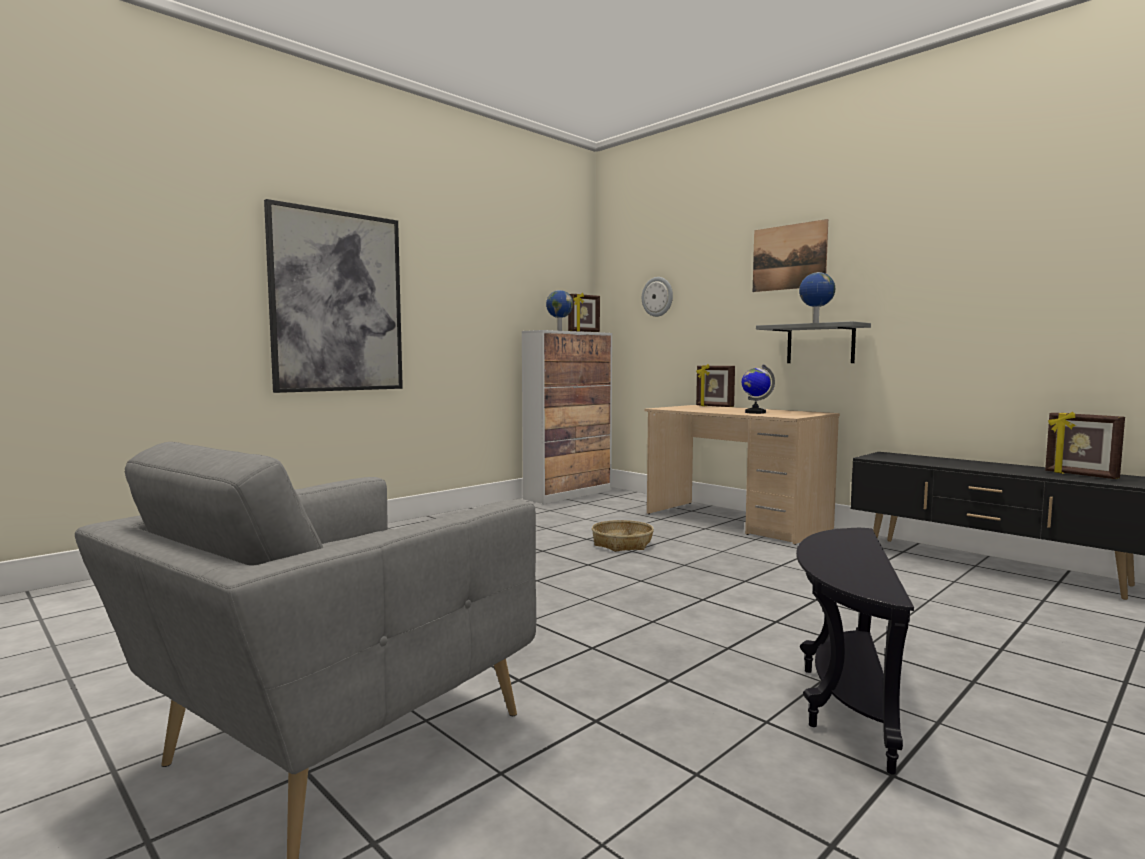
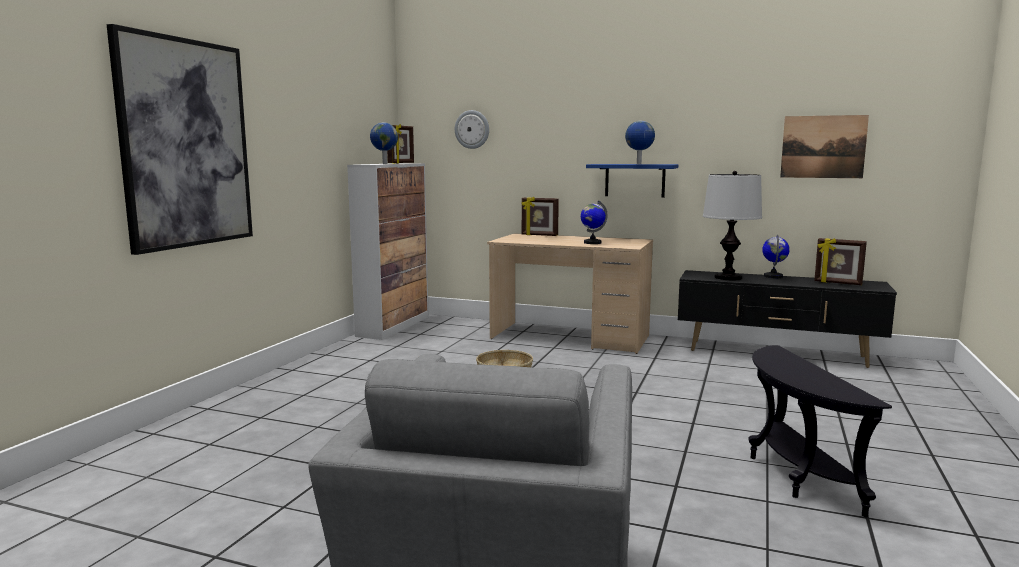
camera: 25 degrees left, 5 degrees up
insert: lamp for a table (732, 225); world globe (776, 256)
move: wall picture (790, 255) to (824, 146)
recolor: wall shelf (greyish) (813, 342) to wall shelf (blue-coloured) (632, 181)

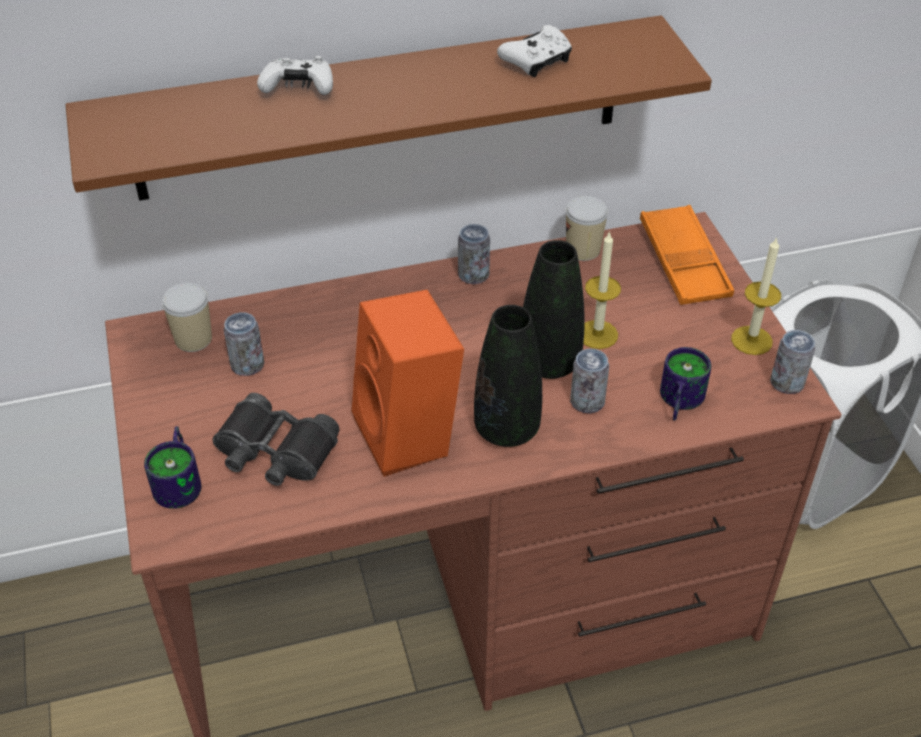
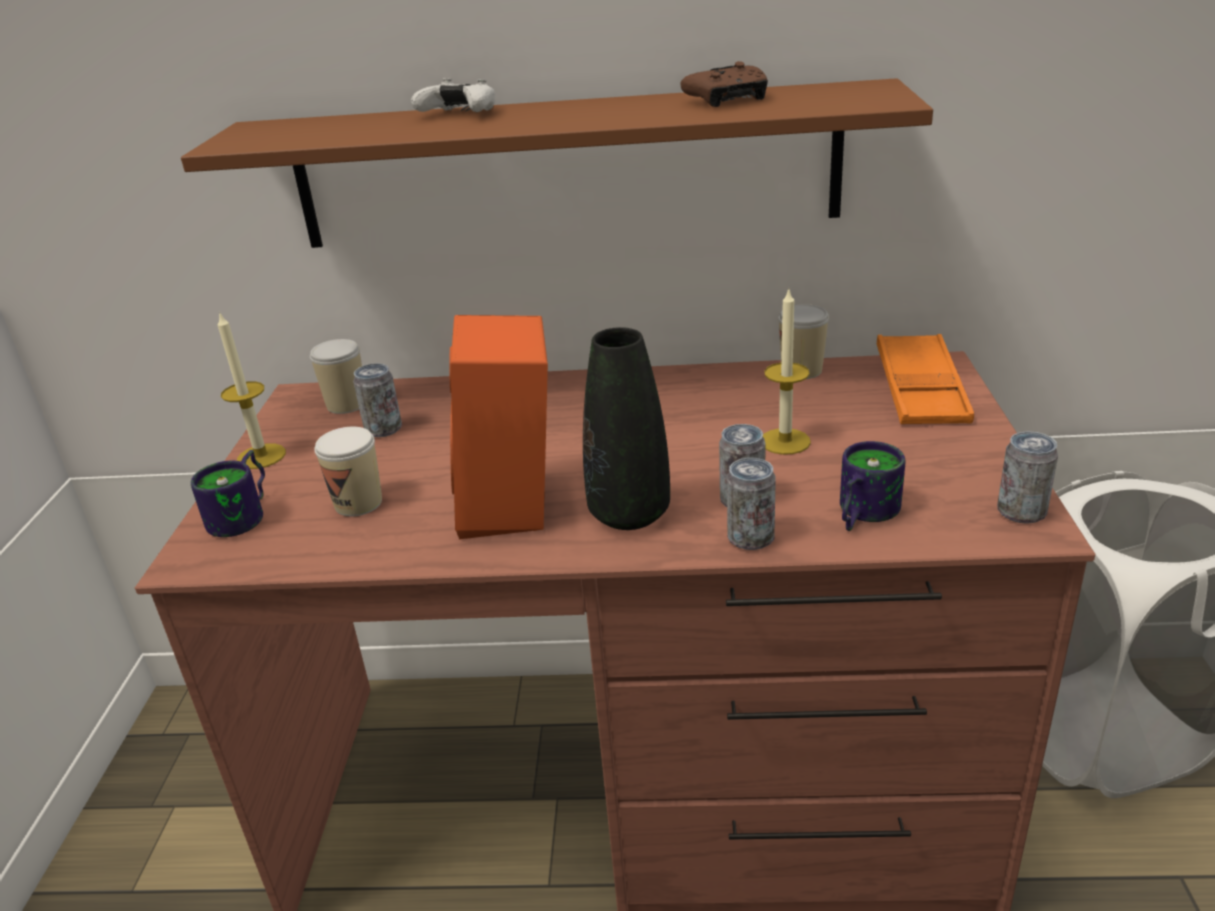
camera: 20 degrees right, 15 degrees down
delete: decorative vase (blackish) (554, 309)
move: metal can (474, 254) to (751, 504); candle (756, 296) to (251, 390)
replace: pair of binoculars (blackish) (276, 439) to cup (348, 471)
recolor: joypad (white) (534, 51) to joypad (brown-coloured) (724, 84)

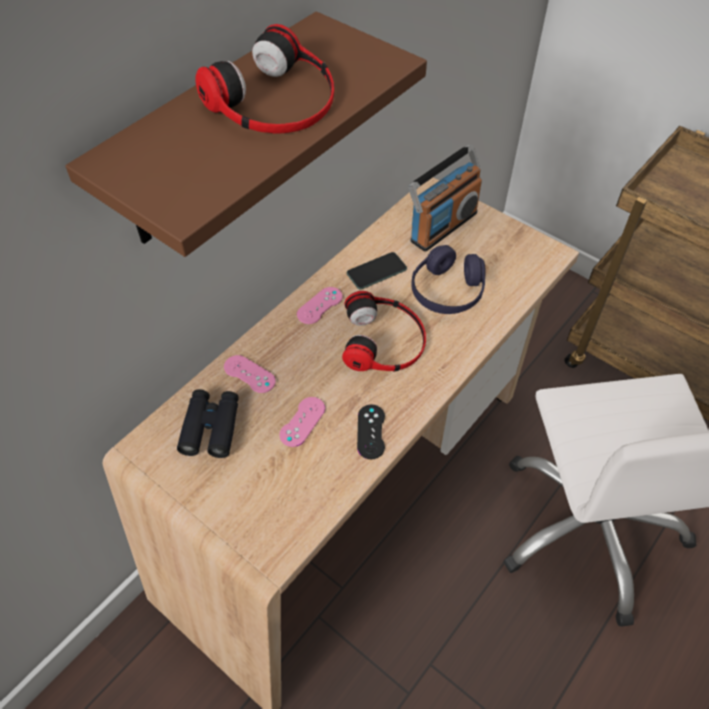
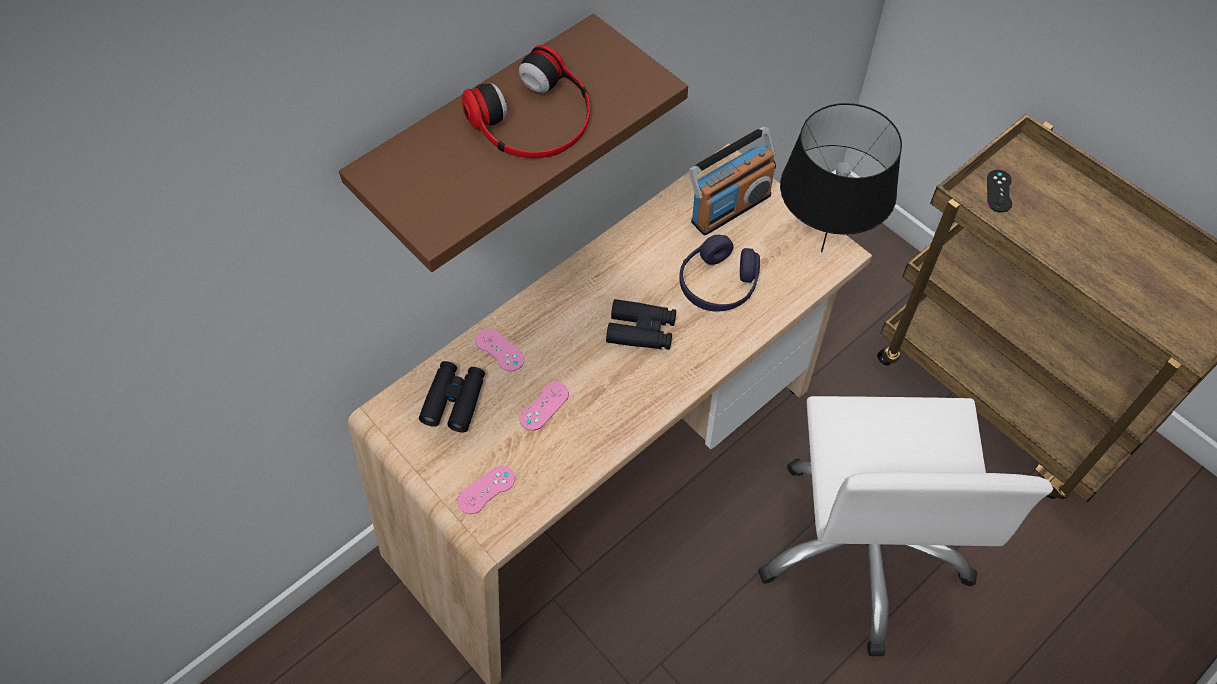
camera: 10 degrees right, 5 degrees up
delete: telephone (377, 271)
insert: lamp for a table (blackish) (841, 177)
move: joypad (pink-coloured) (319, 305) to (486, 490); joypad (blackish) (371, 431) to (999, 191)
replace: pair of headphones (384, 331) to pair of binoculars (blackish) (641, 324)

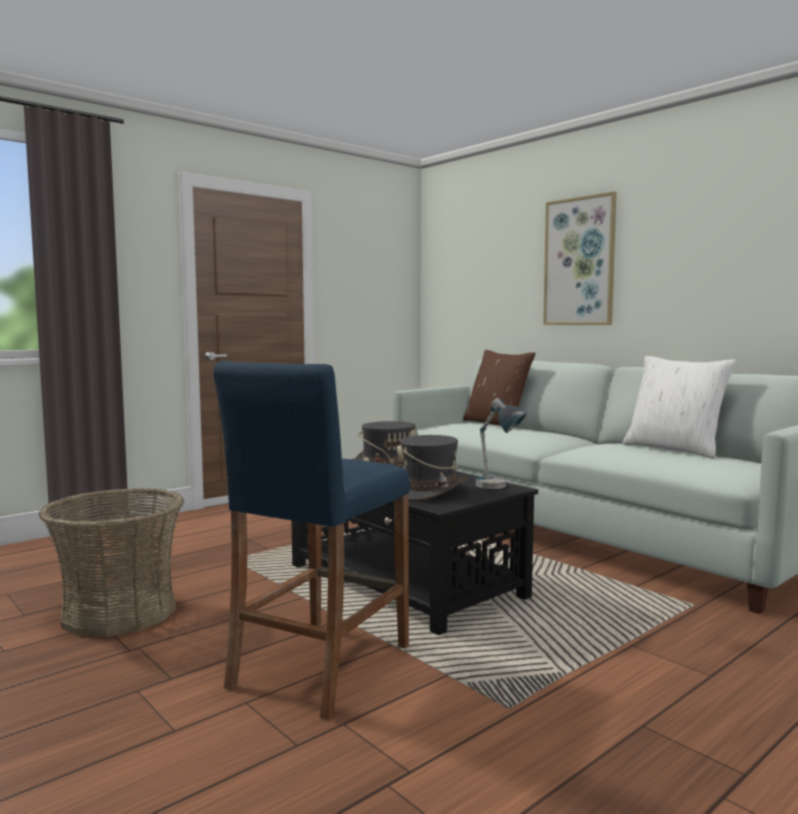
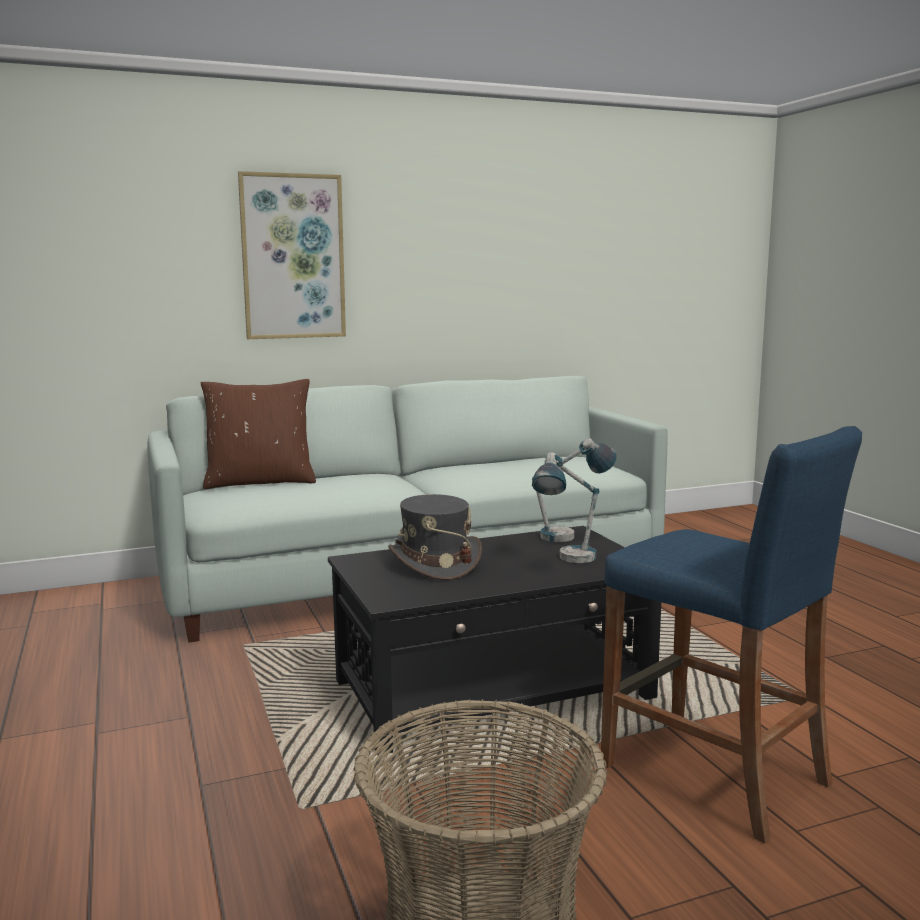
camera: 70 degrees left, 5 degrees up
delete: pillow (white) (680, 407)
replace: clothing hat (greyish) (433, 468) to lamp for a table (566, 507)

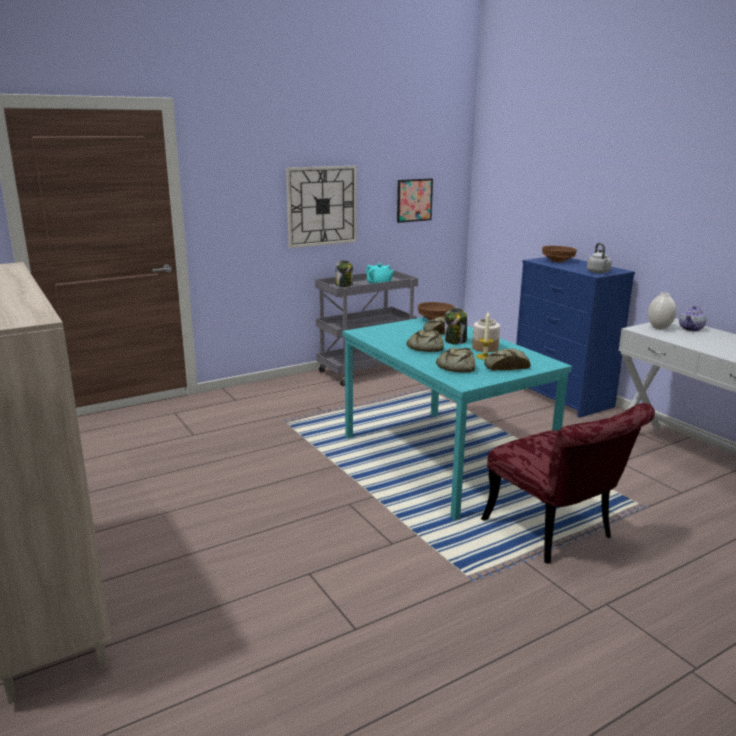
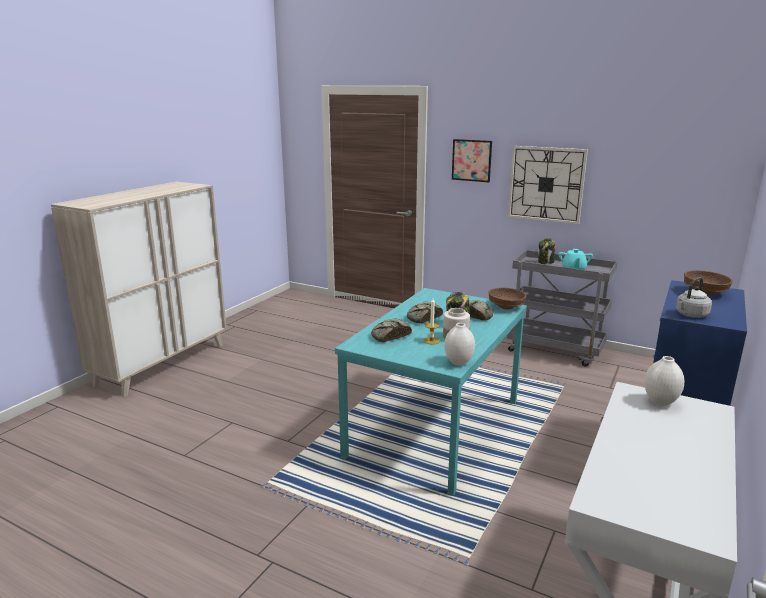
camera: 60 degrees right, 0 degrees up
delete: plain chair (red-coloured) (568, 483); baked bread (507, 359); tea pot (692, 318)
insert: decorative vase (white) (459, 344)
move: wall picture (415, 201) to (472, 160)

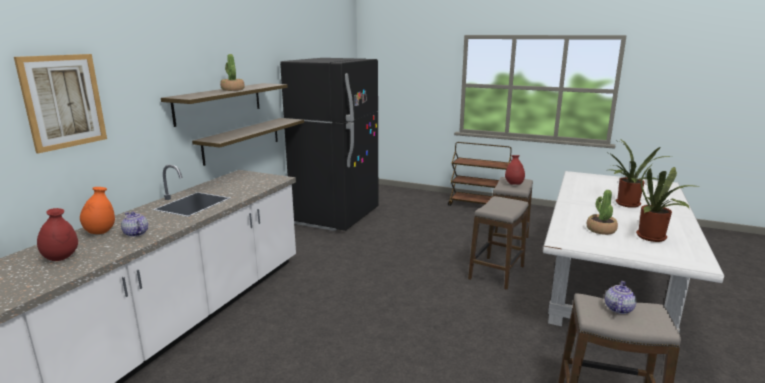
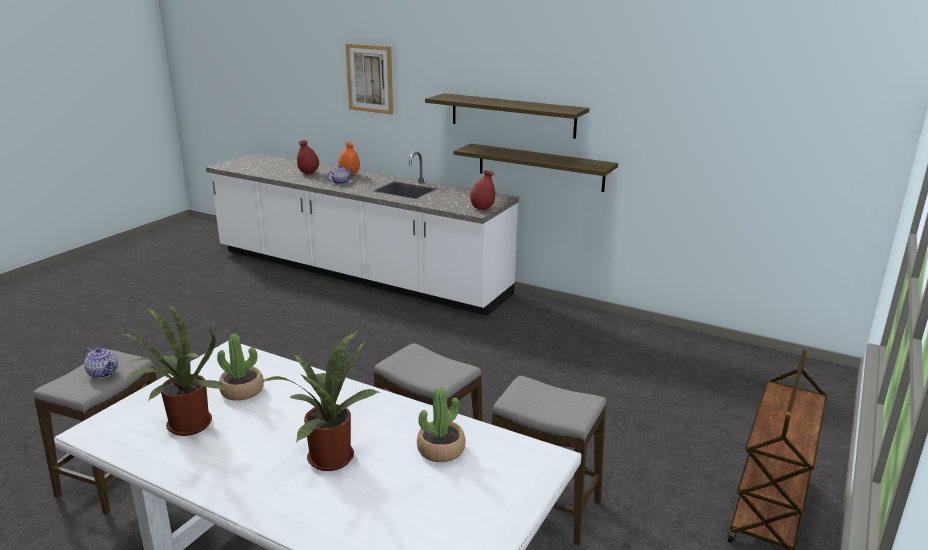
camera: 95 degrees right, 5 degrees up
delete: fridge (blackish) (329, 144)
move: potted plant (232, 72) to (441, 424); decorative vase (red-coloured) (515, 170) to (482, 190)

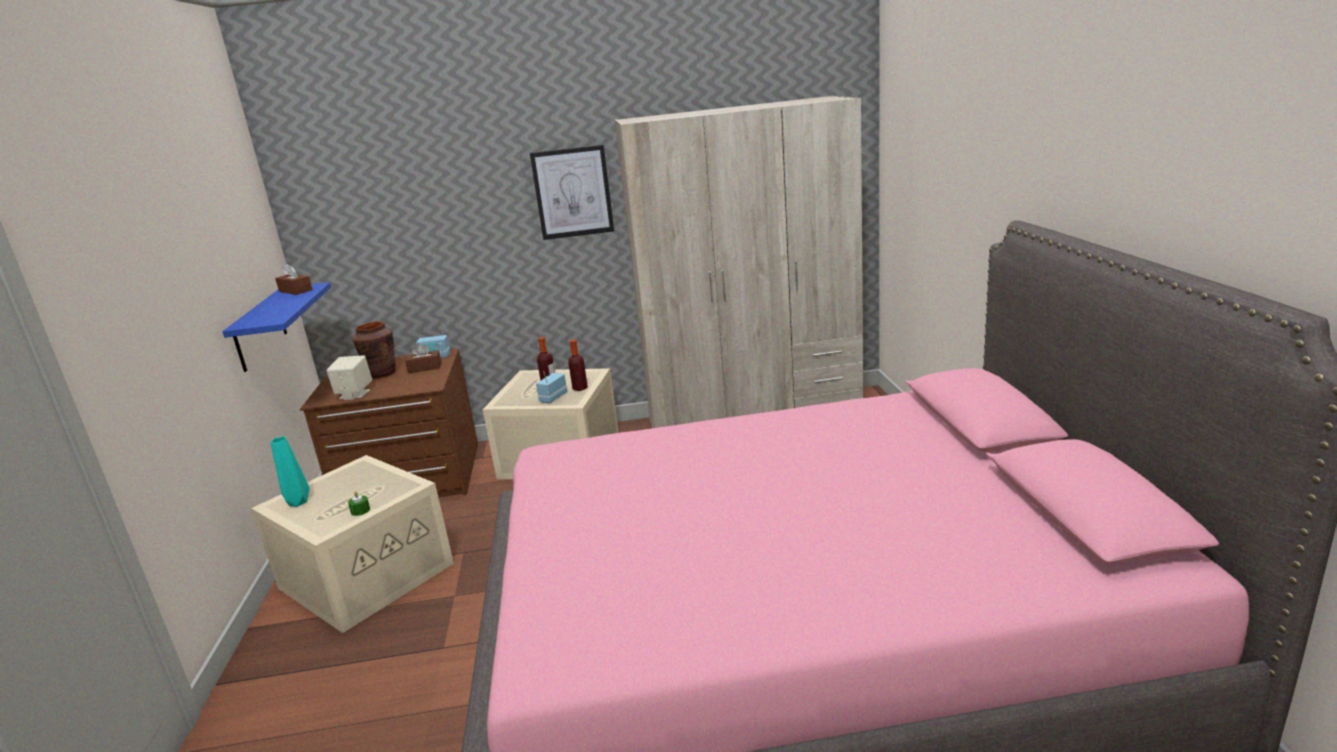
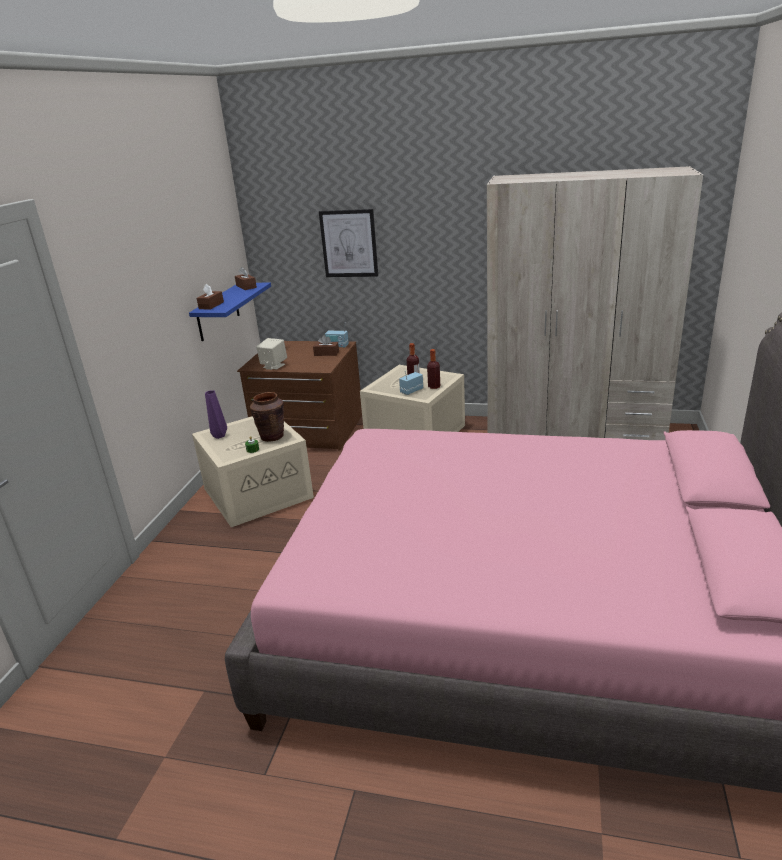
camera: 20 degrees right, 5 degrees up
insert: tissue holder (brown-coloured) (210, 297)
move: decorative vase (brown-coloured) (374, 349) to (267, 417); wall picture (572, 192) to (348, 243)
recolor: decorative vase (turquoise-coloured) (290, 471) to decorative vase (purple-coloured) (216, 414)

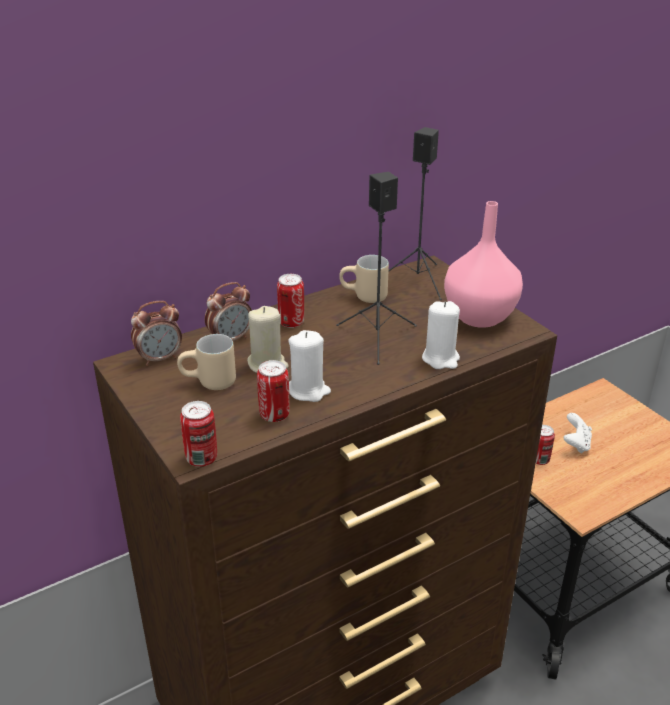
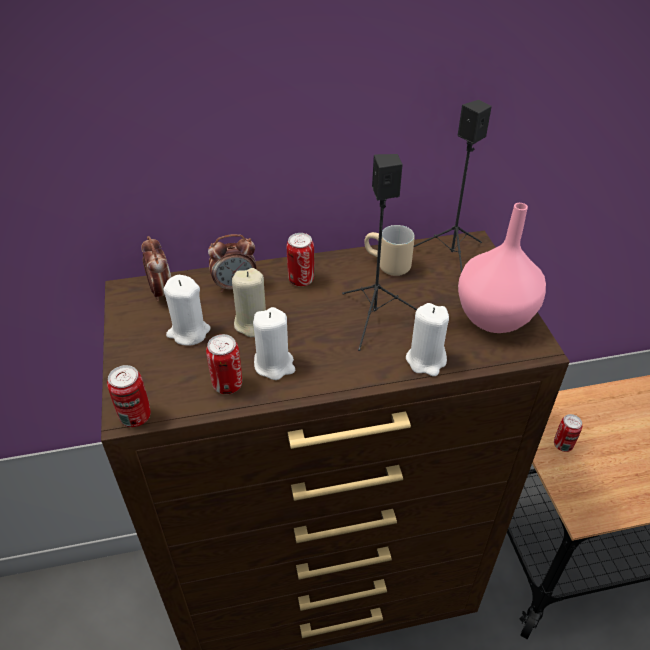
camera: 20 degrees right, 10 degrees up
delete: joypad (white) (578, 433)
replace: tea mug (beige-coloured) (206, 362) to candle (white) (187, 310)
rotate: table clock (156, 333) = (156, 268) 105 degrees counterclockwise

